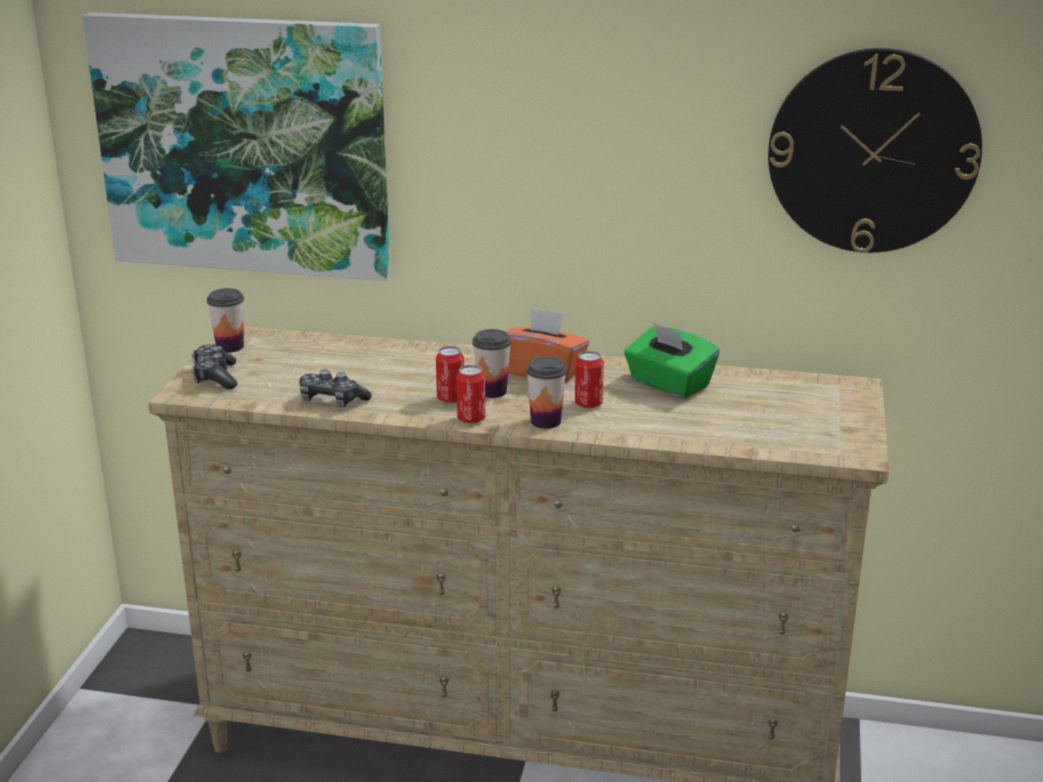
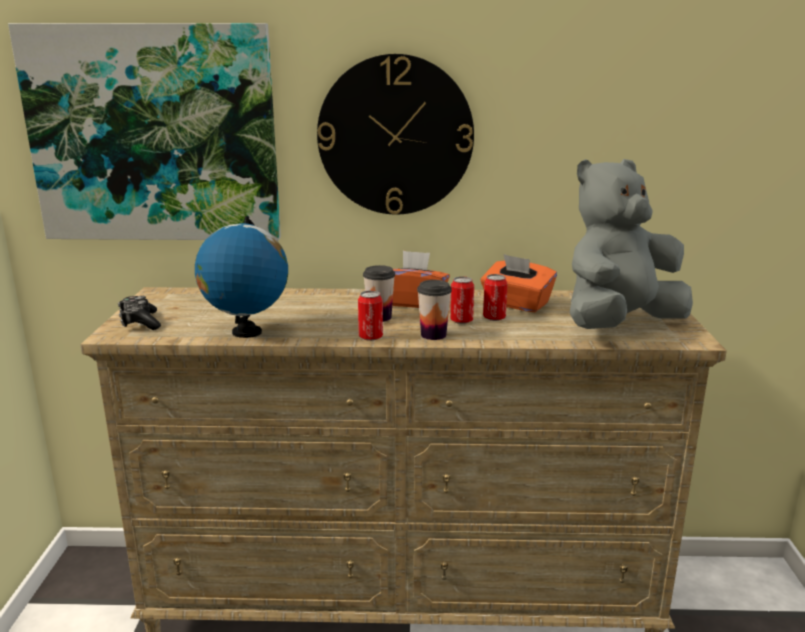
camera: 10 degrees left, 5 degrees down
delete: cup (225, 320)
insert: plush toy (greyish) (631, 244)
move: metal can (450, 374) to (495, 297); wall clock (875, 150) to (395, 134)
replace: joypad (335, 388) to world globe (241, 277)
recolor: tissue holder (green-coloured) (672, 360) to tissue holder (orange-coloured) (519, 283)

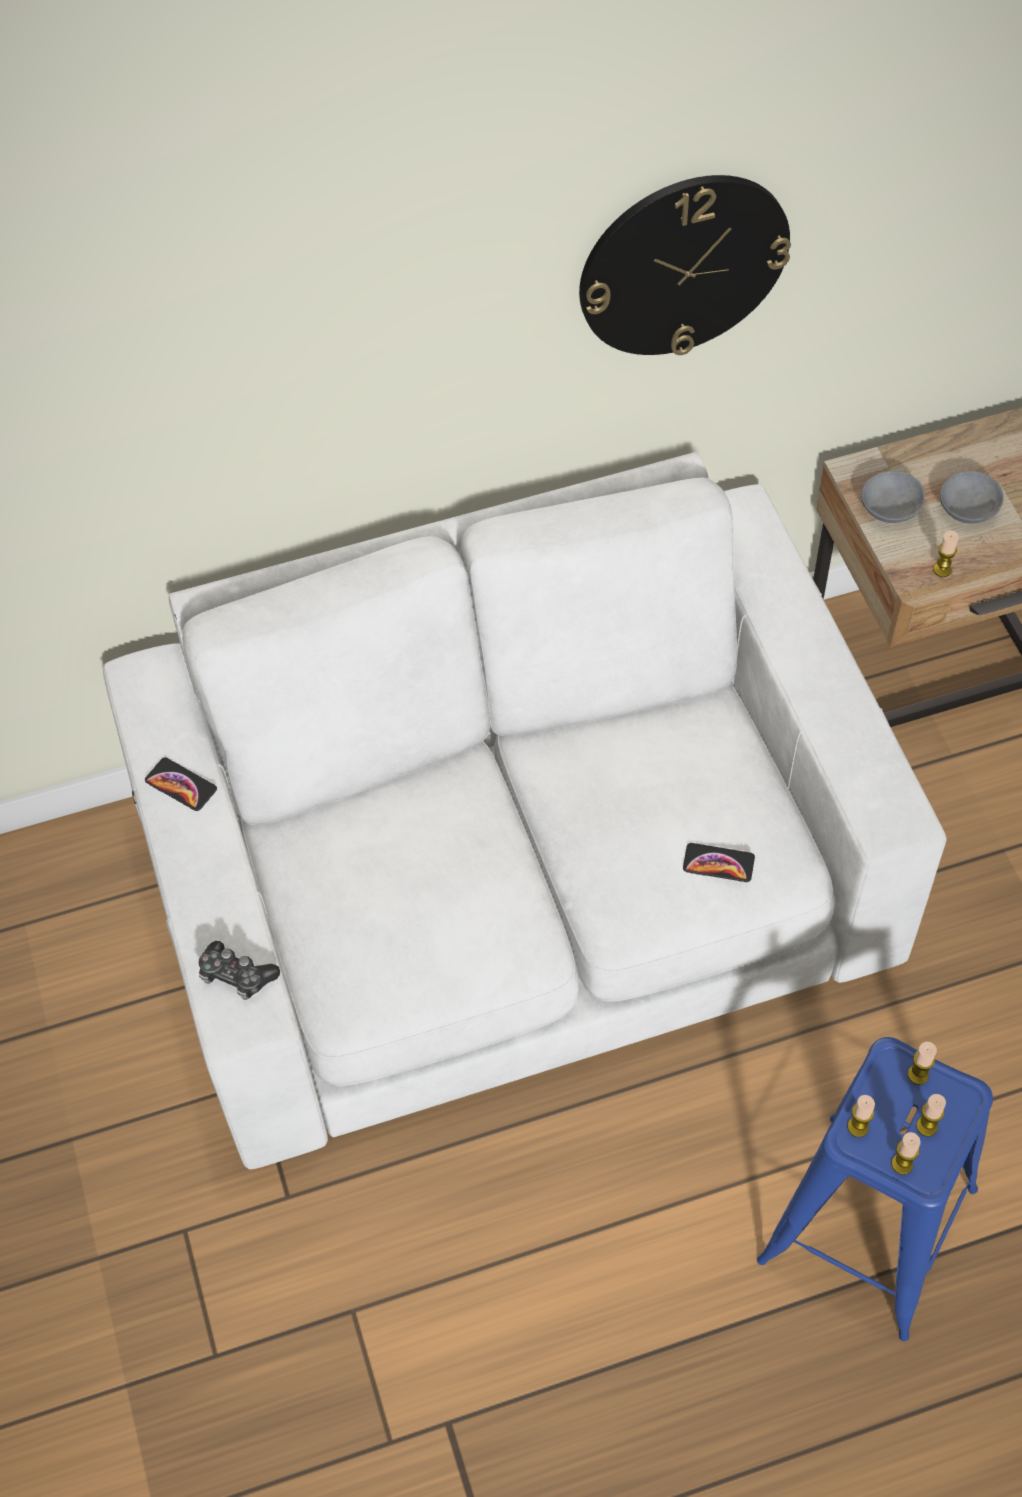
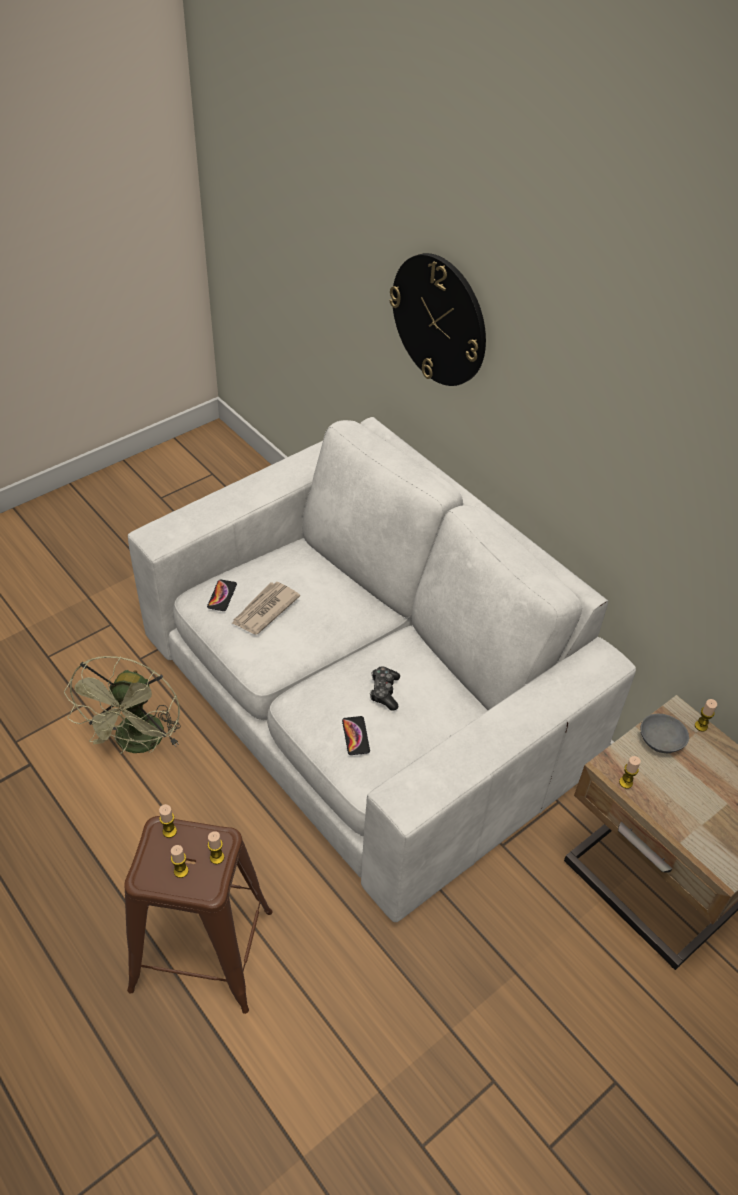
camera: 65 degrees right, 10 degrees down
delete: deep dish (greyish) (972, 497)
insert: electric fan (green-coloured) (122, 705); newspaper (265, 608)
move: telephone (181, 784) to (222, 595); joypad (239, 970) to (385, 688); wall clock (685, 265) to (437, 319); candle (906, 1153) to (706, 715)
recolor: sitting stool (blue-coloured) (875, 1189) to sitting stool (brown-coloured) (198, 915)

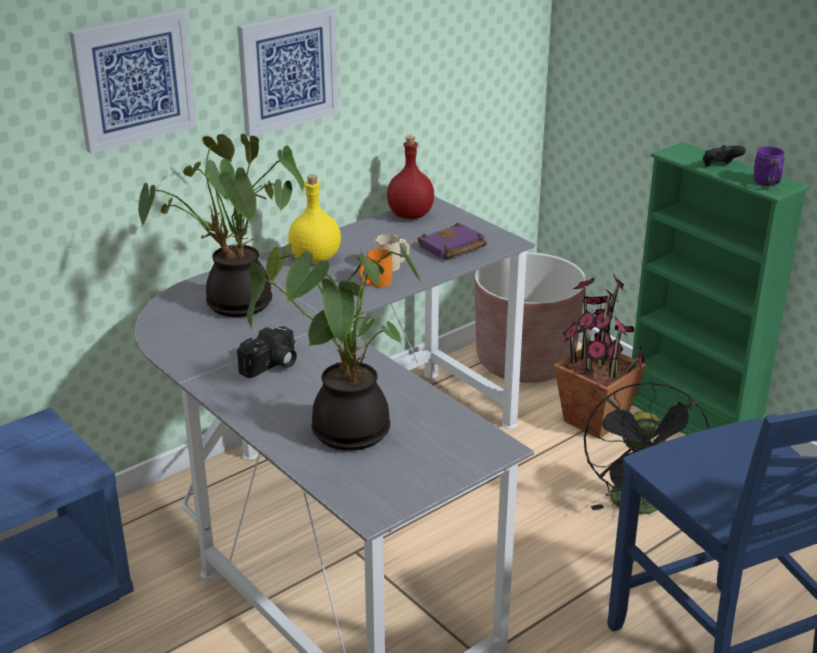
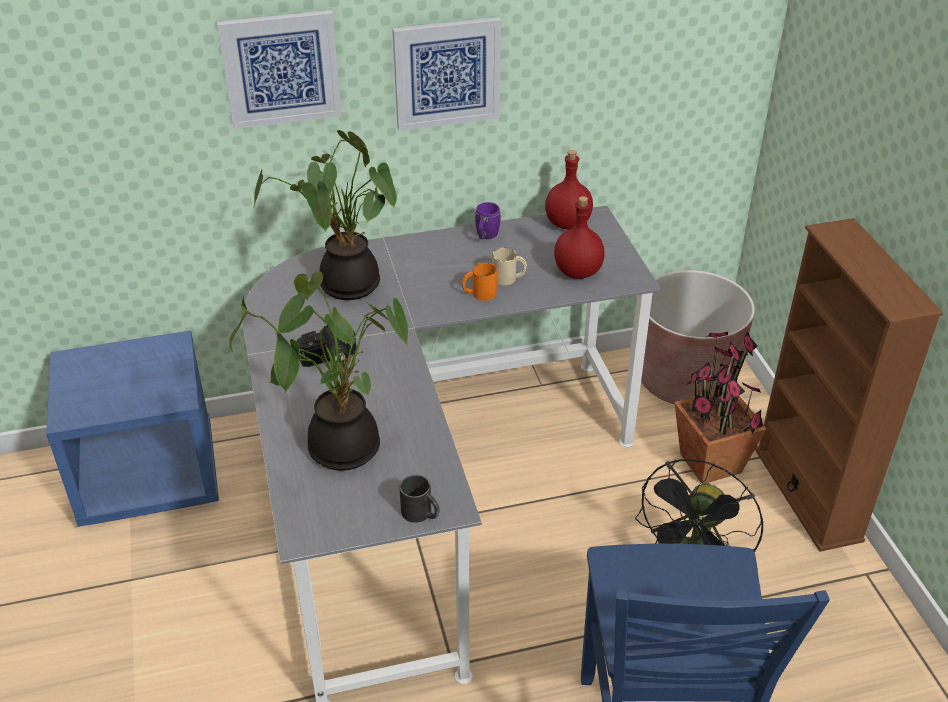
camera: 25 degrees right, 10 degrees up
delete: drink bottle (yellow) (314, 219); joypad (blackish) (724, 156)
insert: tea mug (blackish) (419, 499)
move: tea mug (purple-coloured) (769, 166) to (488, 220)
replace: volume (purple-coloured) (452, 241) to drink bottle (red-coloured) (579, 237)
recolor: bookcase (green-coloured) (720, 288) to bookcase (brown-coloured) (849, 385)

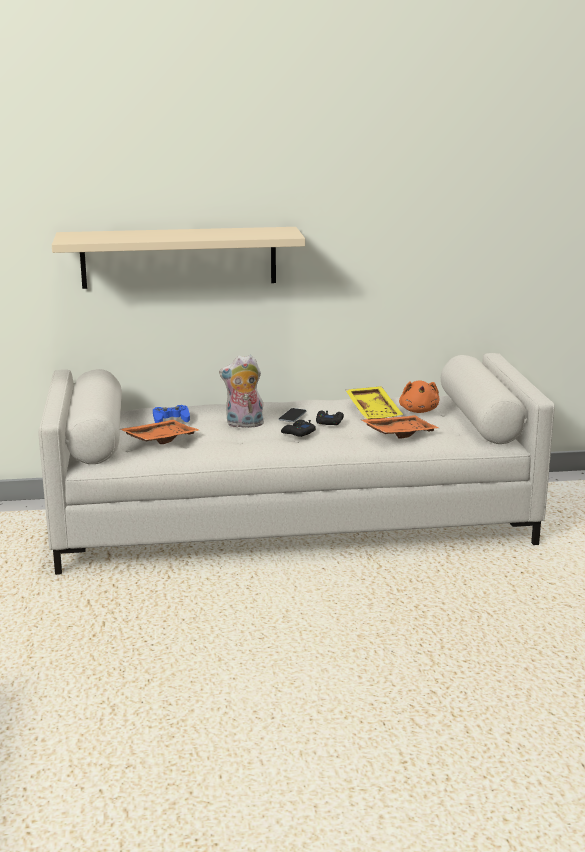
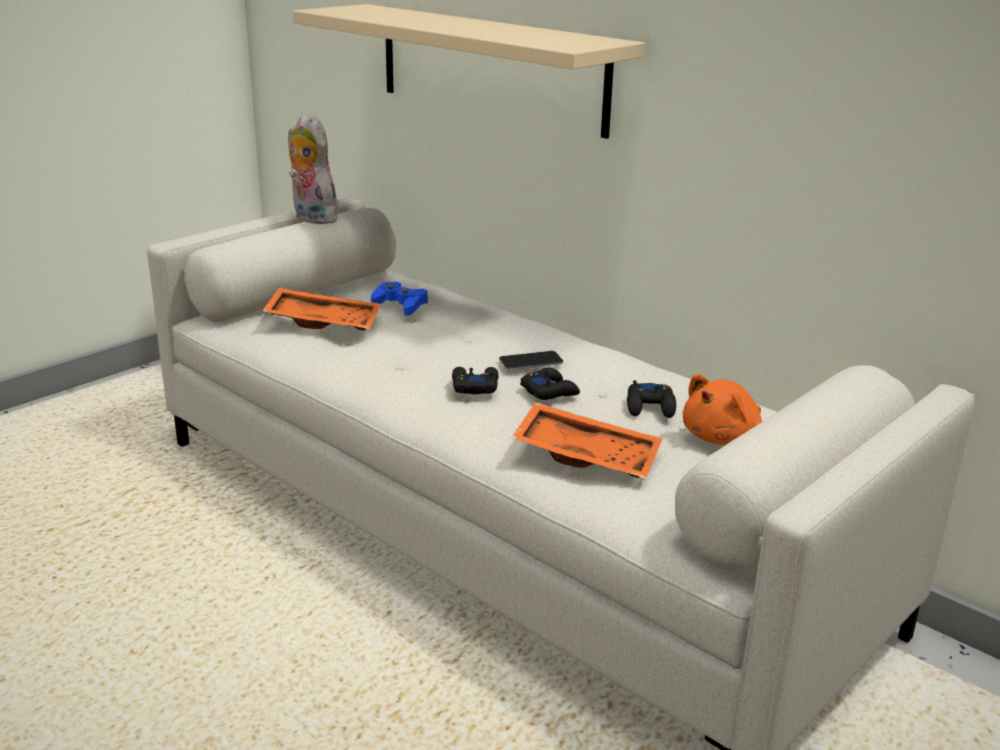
camera: 50 degrees right, 5 degrees up
move: plush toy (241, 391) to (313, 169)
replace: tray (yellow) (374, 402) to joypad (blackish) (651, 399)

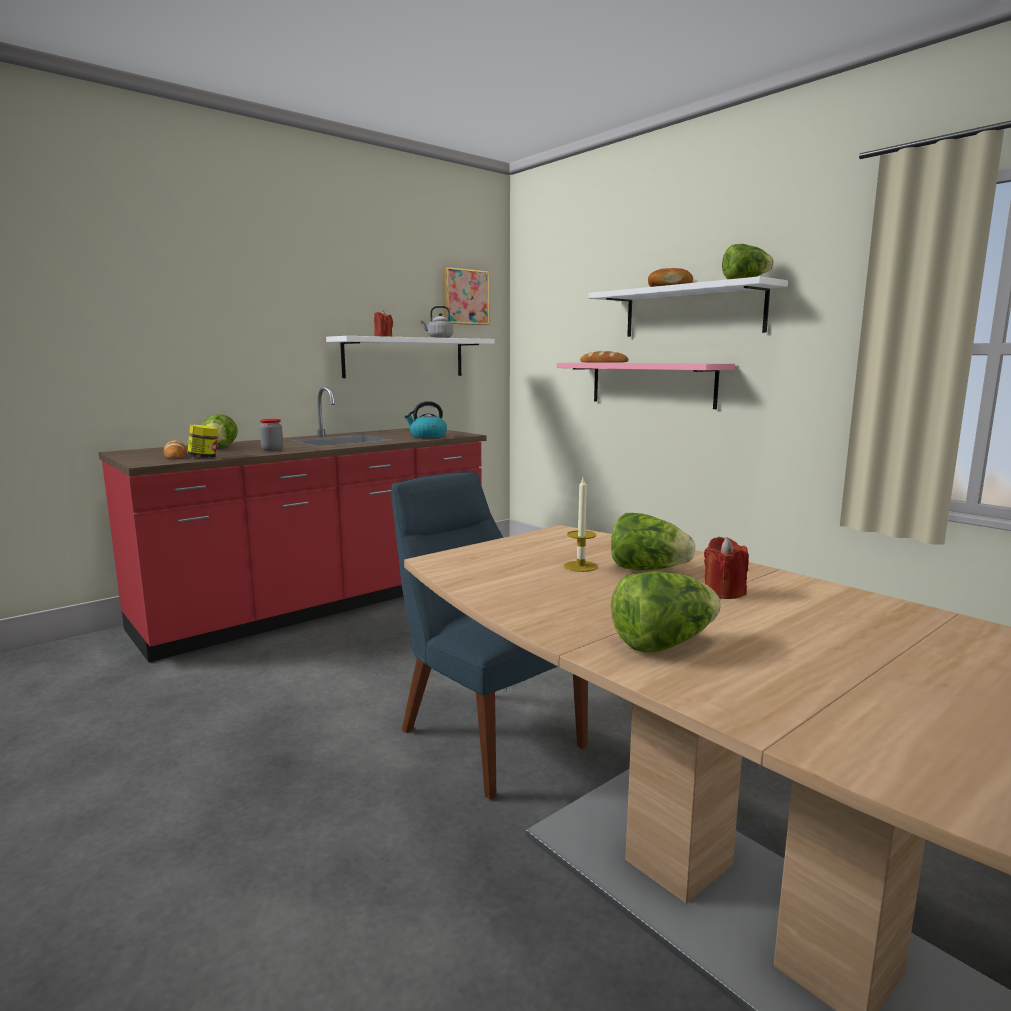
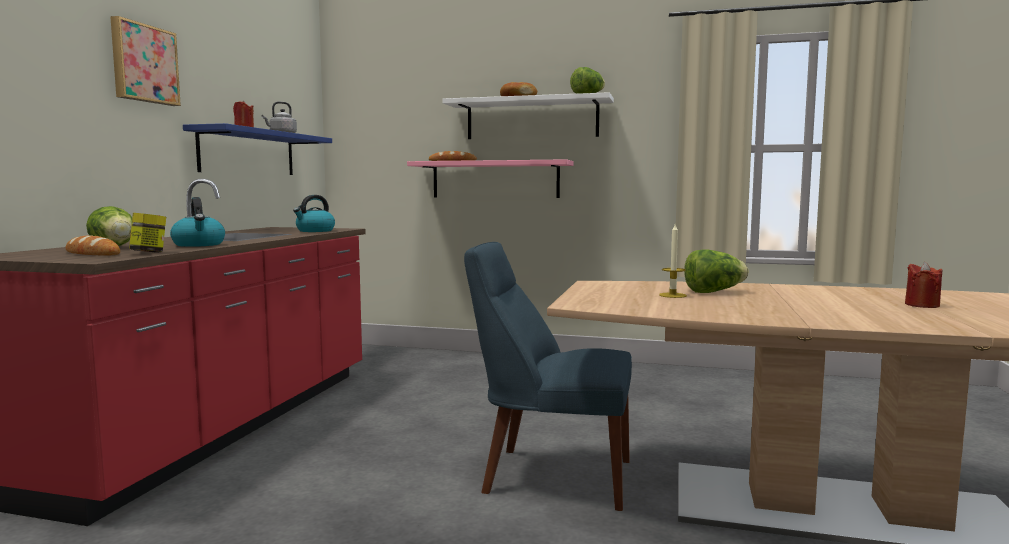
camera: 35 degrees left, 5 degrees down
delete: head of lettuce (666, 612)
move: wall picture (466, 296) to (145, 61); candle (red-coloured) (726, 568) to (923, 285)
replace: storage jar (271, 435) to tea kettle (197, 222)
recolor: wall shelf (white) (410, 357) to wall shelf (blue-coloured) (257, 149)

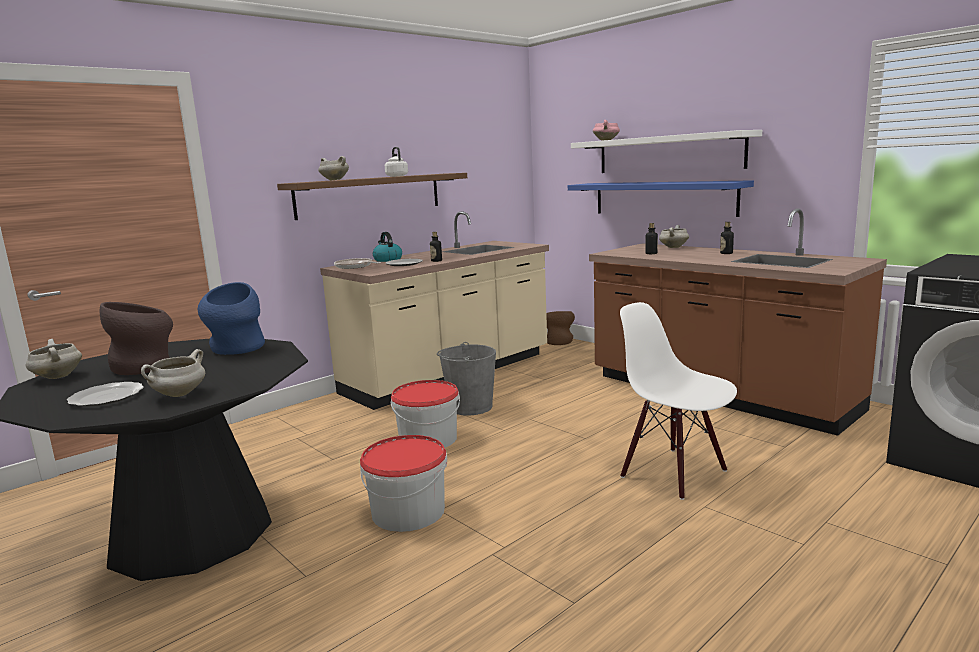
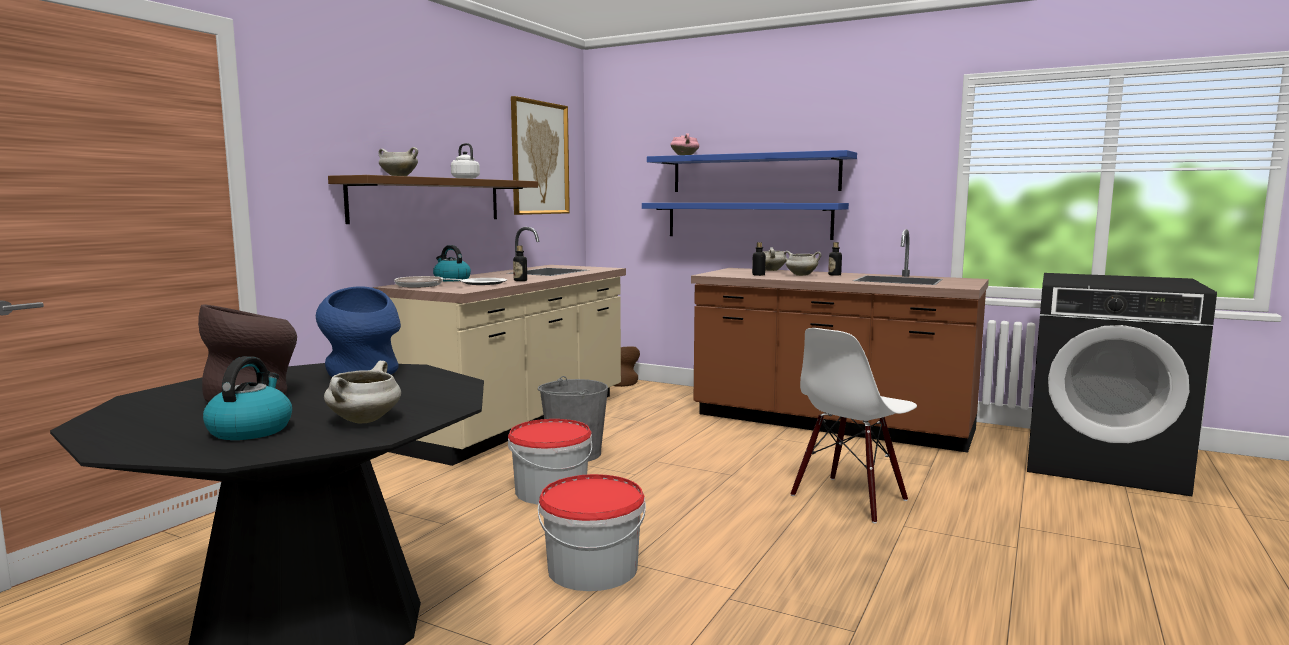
camera: 20 degrees left, 5 degrees down
insert: wall picture (540, 155)
move: saucepot (white) (54, 359) to (803, 263)
replace: plate (105, 394) to tea kettle (247, 398)
recolor: wall shelf (white) (666, 151) to wall shelf (blue-coloured) (752, 171)
rotate: plain chair (white) (678, 401) = (853, 425) 75 degrees counterclockwise

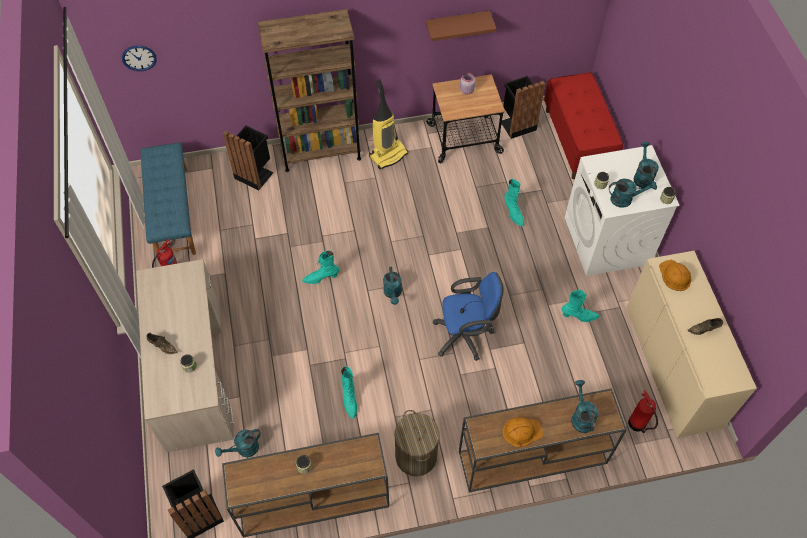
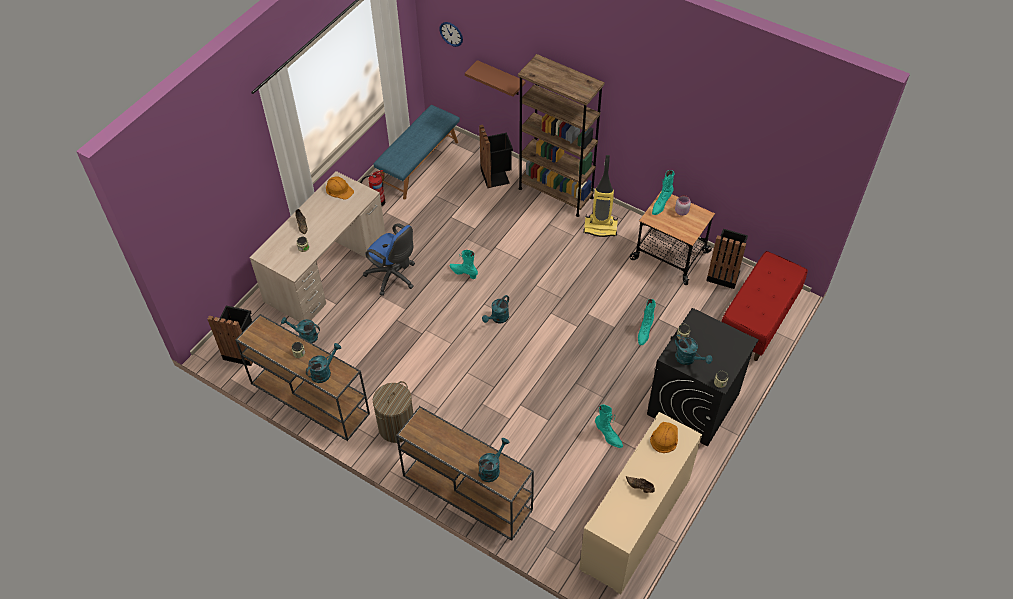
camera: 45 degrees right, 5 degrees down
delete: fire extinguisher (643, 411)
move: boot (turquoise-coloured) (349, 392) to (663, 192); wall shelf (brown-coloured) (461, 26) to (495, 78); computer chair (blue-coloured) (468, 316) to (389, 259); safety helmet (orange-coloured) (523, 432) to (340, 188); watering can (turquoise-coloured) (646, 165) to (324, 363)
recolor: laundry machine (white) (622, 210) to laundry machine (blackish) (703, 377)

